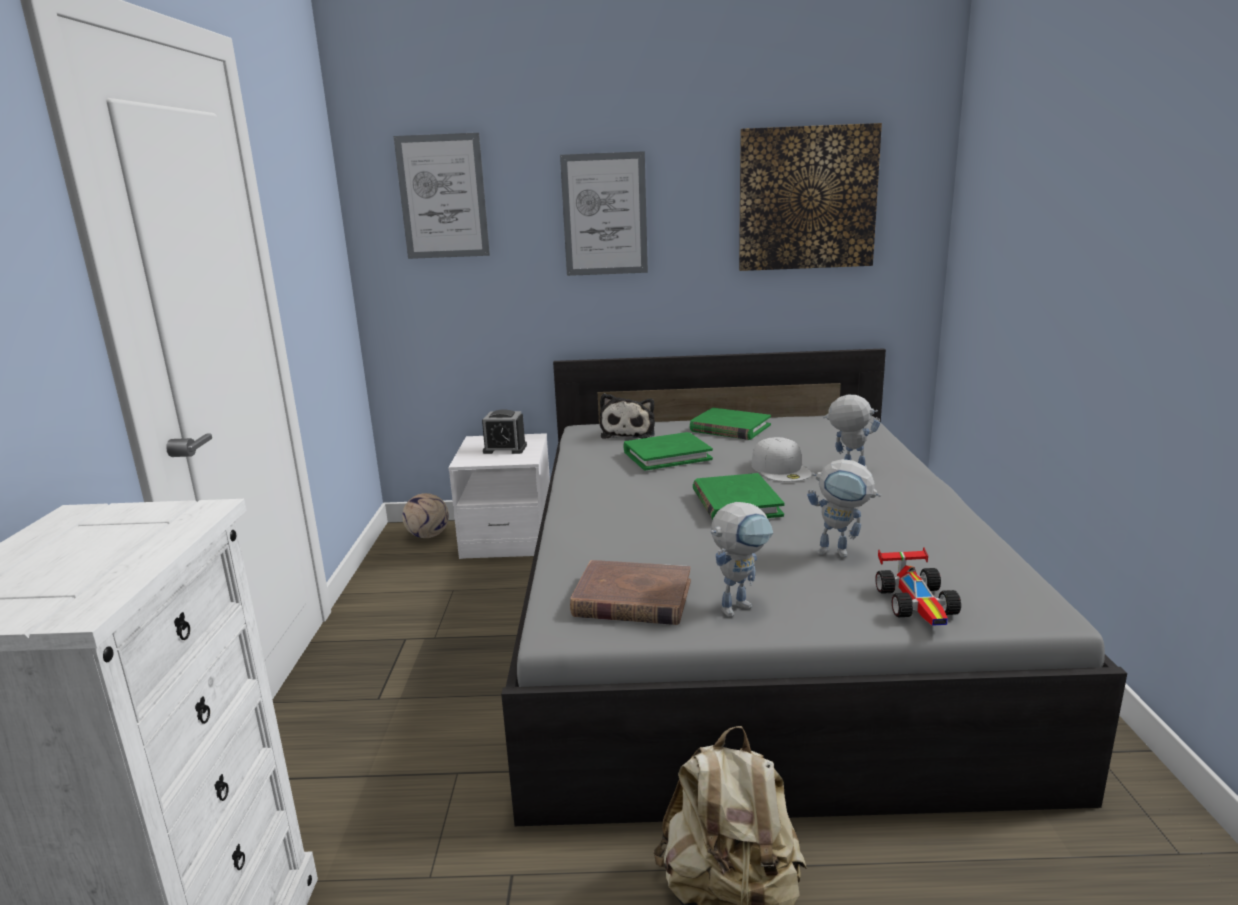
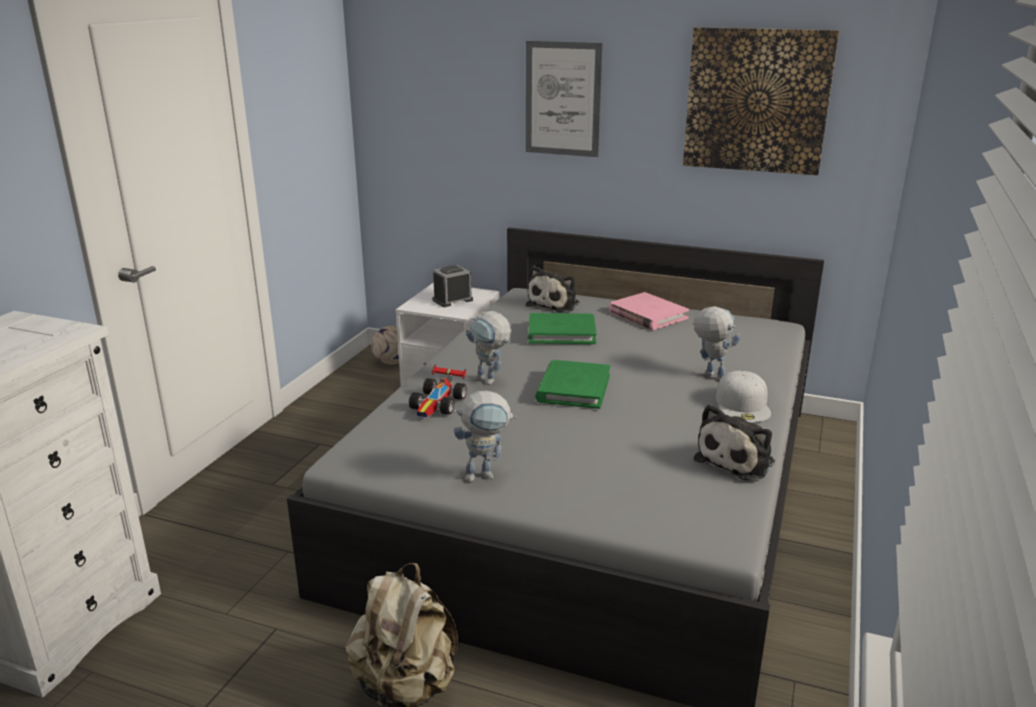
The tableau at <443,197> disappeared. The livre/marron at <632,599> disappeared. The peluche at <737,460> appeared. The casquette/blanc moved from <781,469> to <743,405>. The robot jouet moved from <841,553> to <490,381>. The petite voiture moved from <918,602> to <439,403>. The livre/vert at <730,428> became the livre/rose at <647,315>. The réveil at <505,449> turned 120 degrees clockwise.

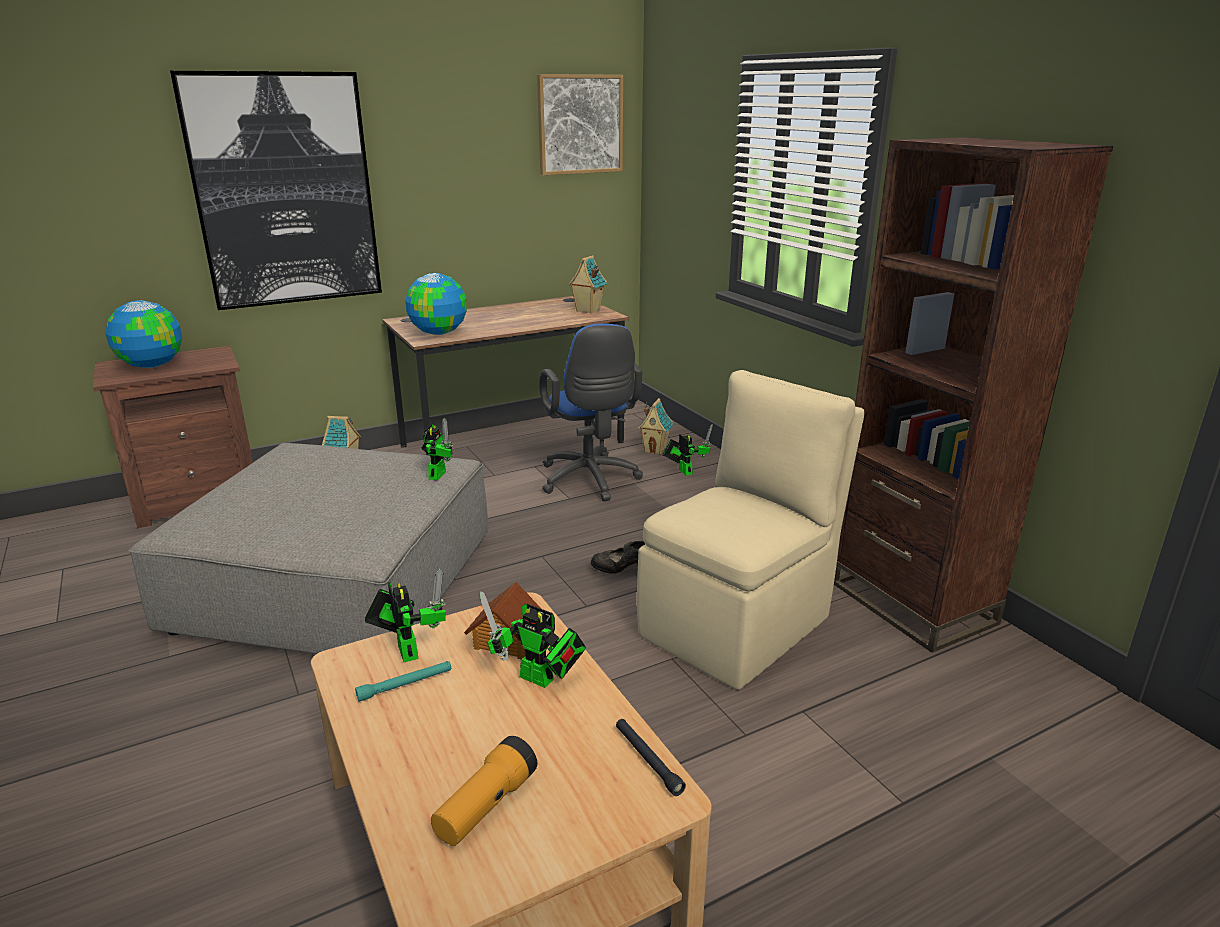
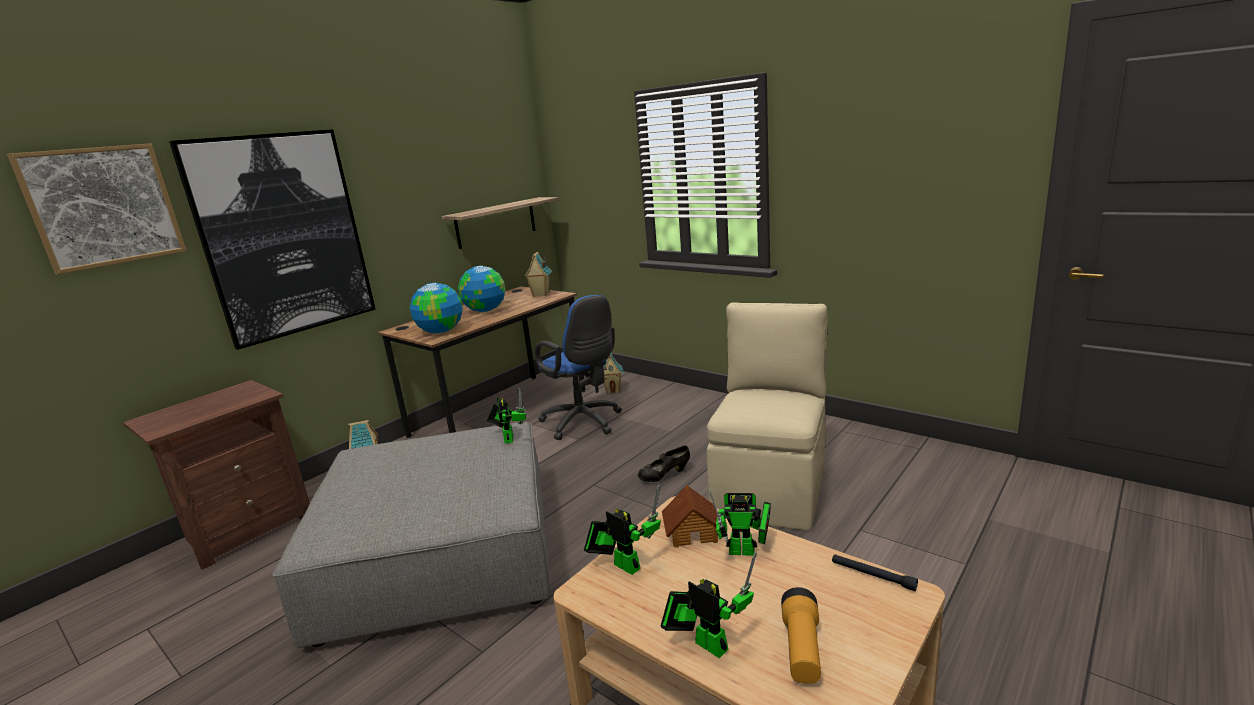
The lampe de poche/turquoise at <405,685> disappeared. The bibliothèque/marron at <911,603> disappeared. The étagère at <496,222> appeared. The globe moved from <151,366> to <485,310>. The tableau moved from <580,124> to <103,206>. The robot jouet moved from <684,470> to <707,643>.

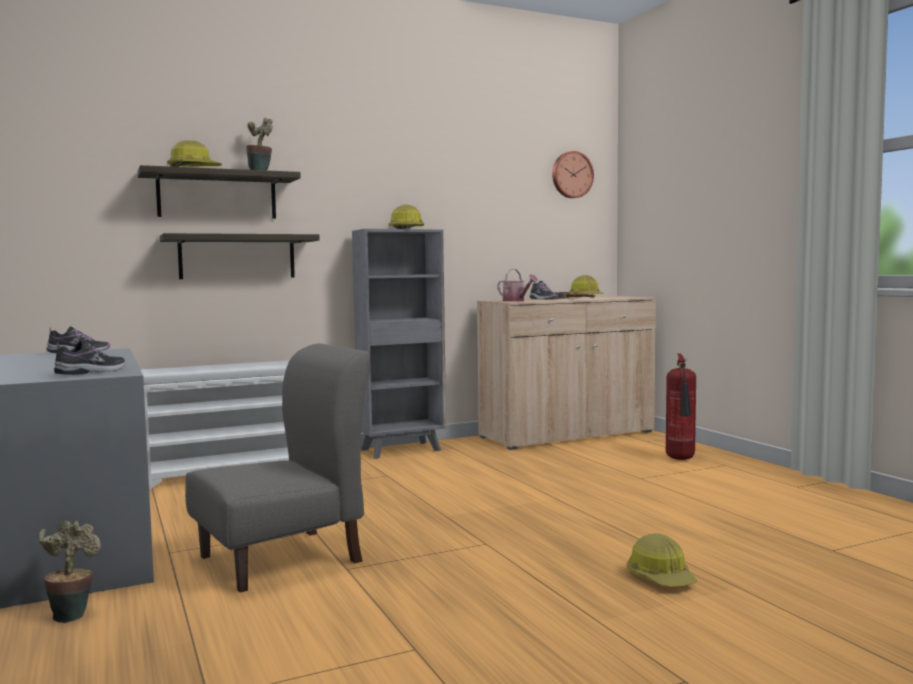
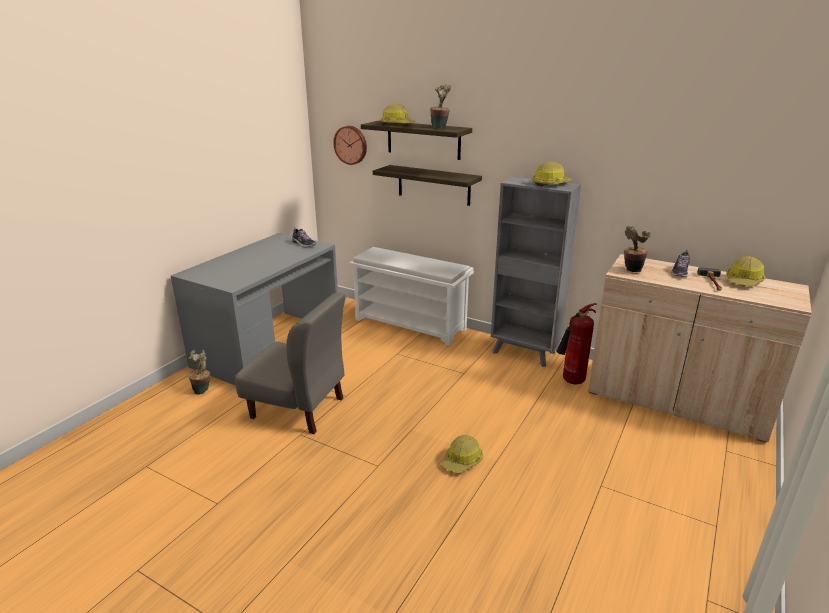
The chaussure at <92,372> disappeared. The horloge murale moved from <571,175> to <351,145>. The casque de chantier moved from <661,577> to <462,461>. The extincteur moved from <681,459> to <571,382>. The arrosoir at <516,301> was replaced by the plante en pot at <631,270>.

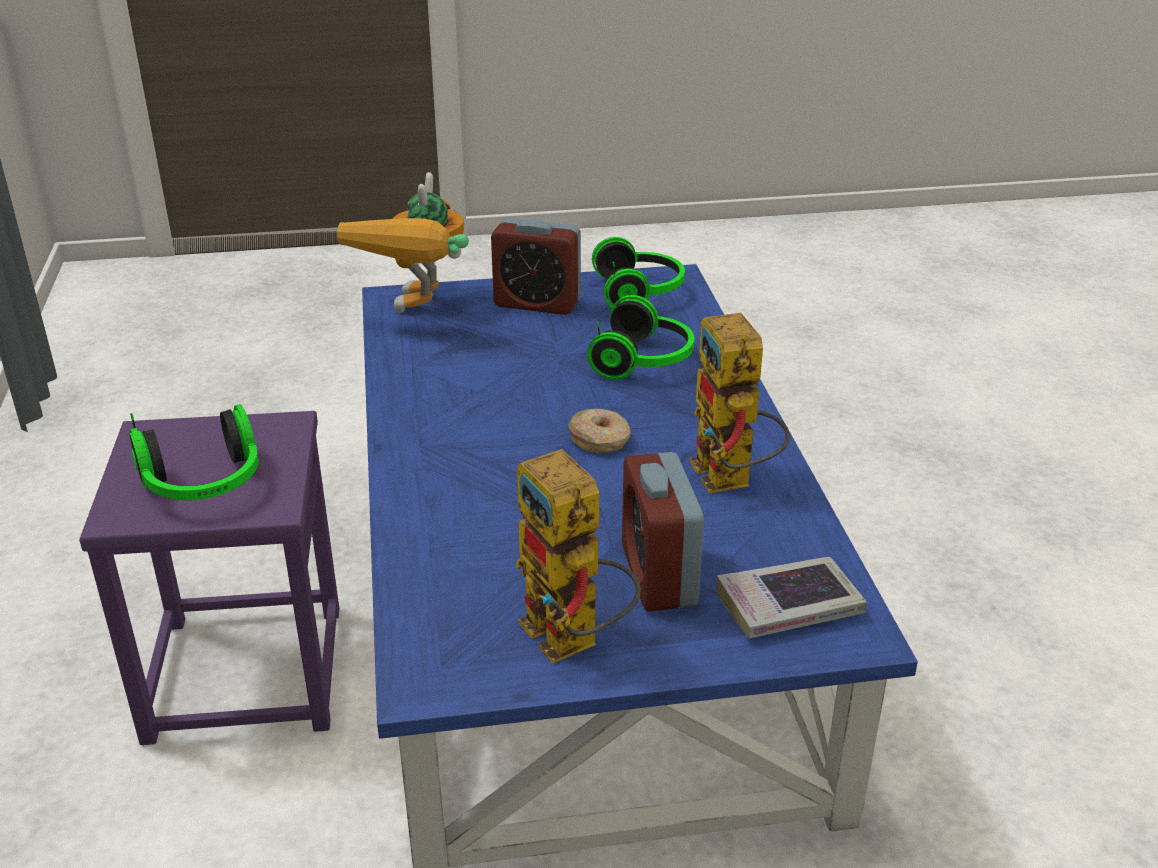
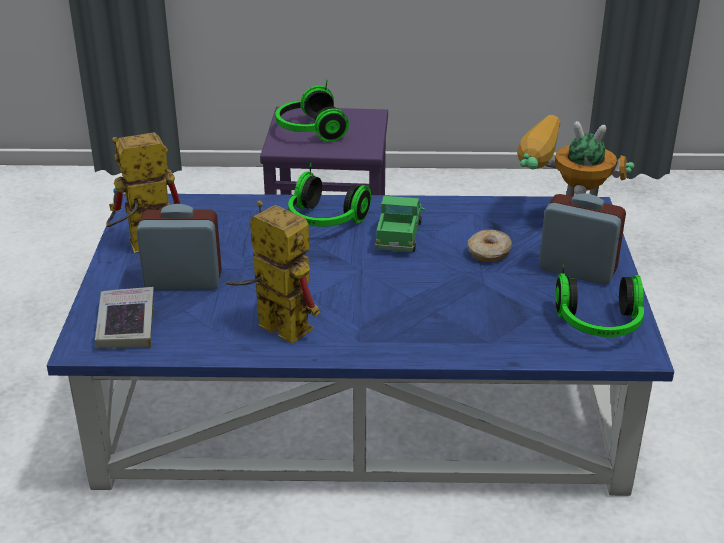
The camion jouet at <399,235> appeared. The beignet moved from <600,440> to <489,253>. The casque audio moved from <645,361> to <324,221>. The réveil at <537,303> turned 90 degrees clockwise. The robot jouet at <731,481> turned 45 degrees clockwise.

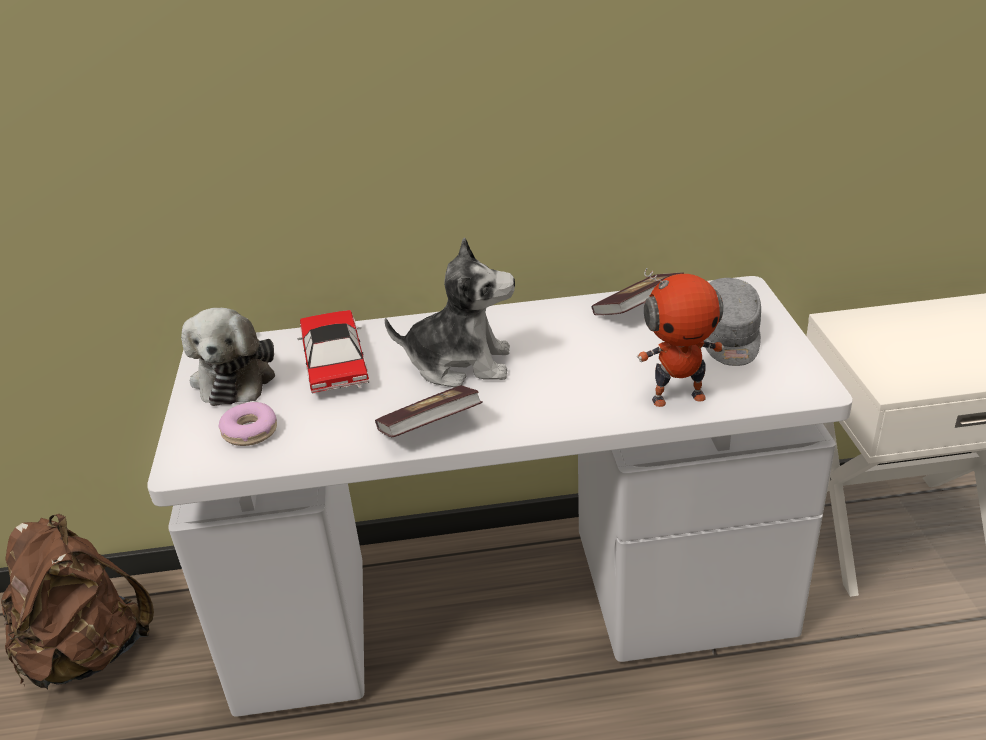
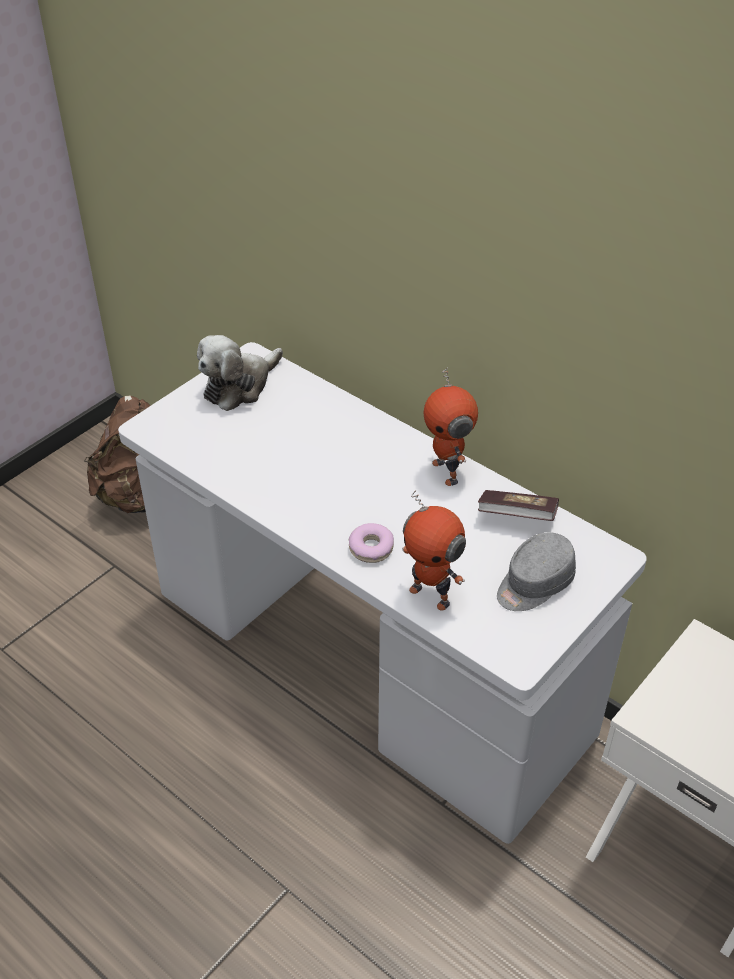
The petite voiture at <335,362> disappeared. The livre at <430,428> disappeared. The peluche at <460,364> disappeared. The robot jouet at <447,471> appeared. The beignet moved from <250,431> to <371,548>.

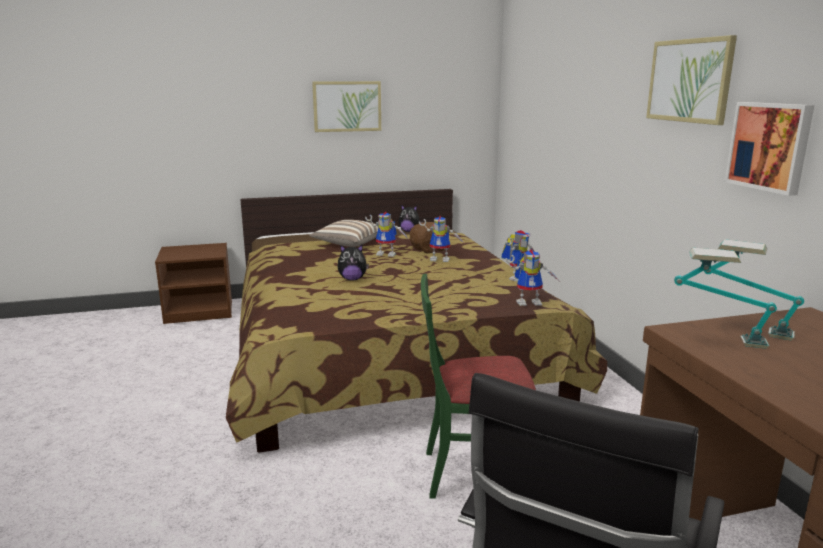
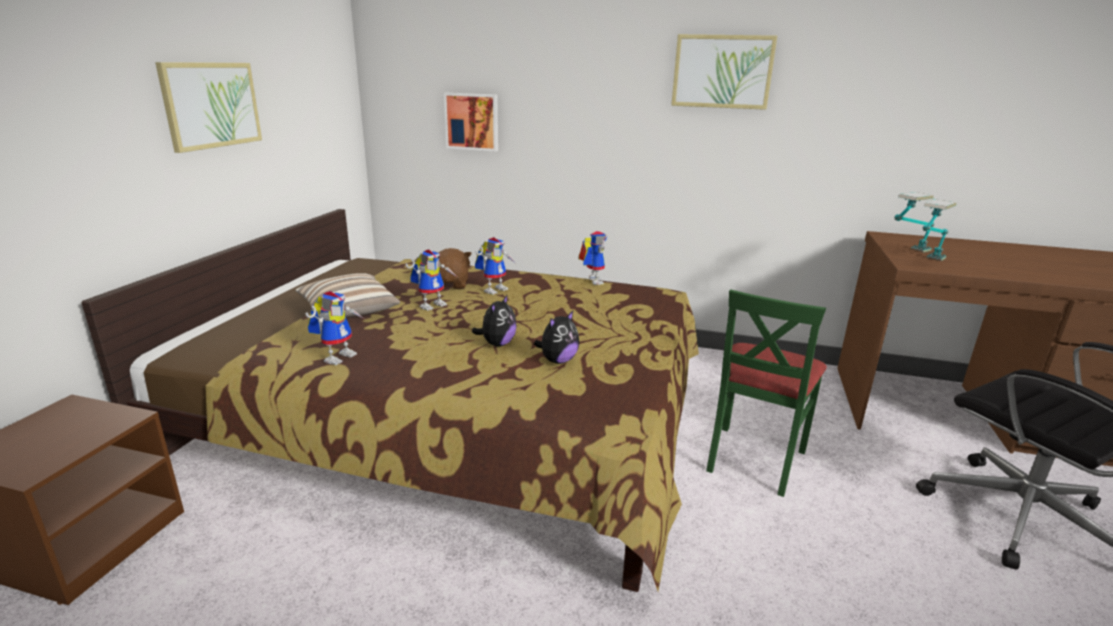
The peluche moved from <409,231> to <558,360>. The robot jouet moved from <530,302> to <339,356>. The tableau moved from <770,146> to <472,121>.

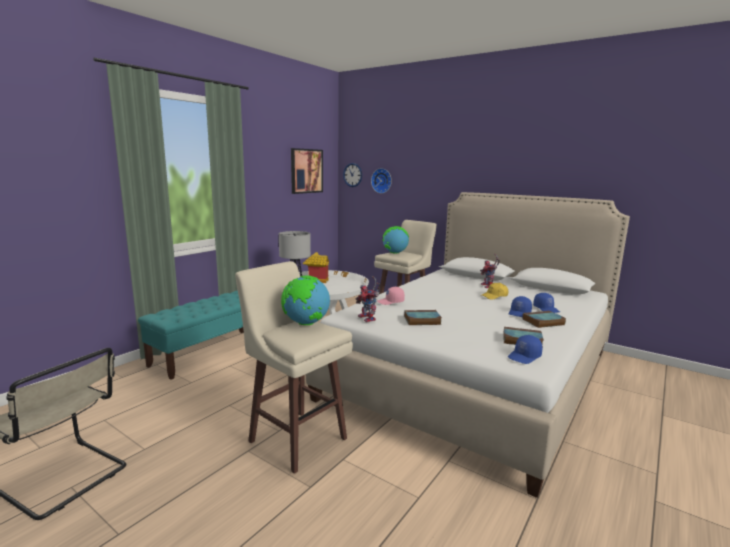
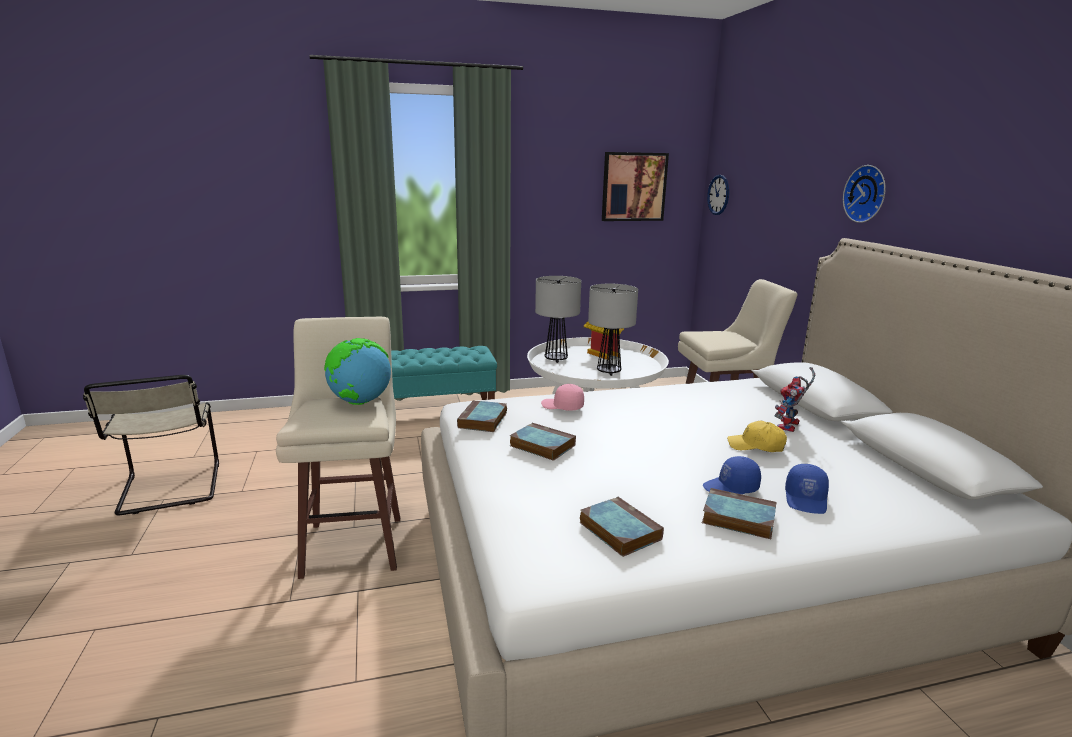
The globe at <394,253> disappeared. The casquette/bleu at <524,357> disappeared. The lampe de table at <609,372> appeared. The horloge murale moved from <382,180> to <867,194>. The robot jouet at <369,318> was replaced by the livre at <483,420>.

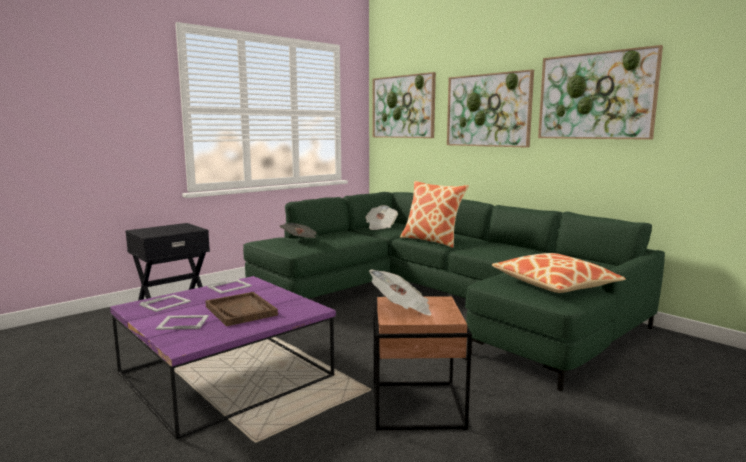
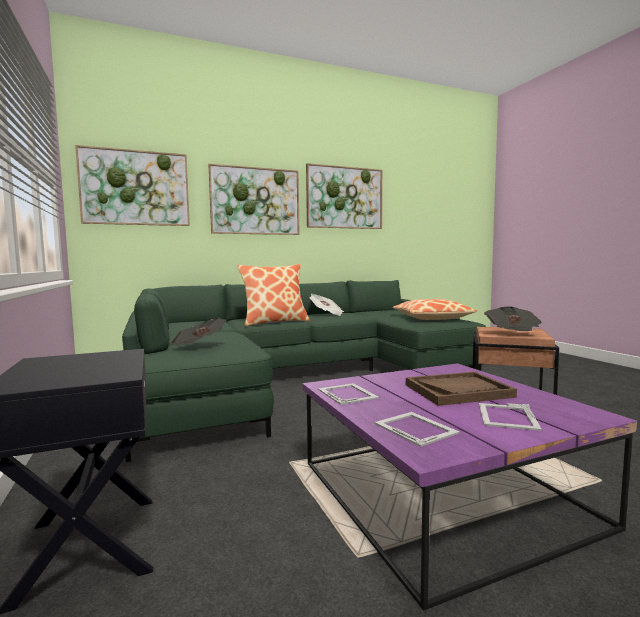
The journal moved from <380,227> to <327,314>.

